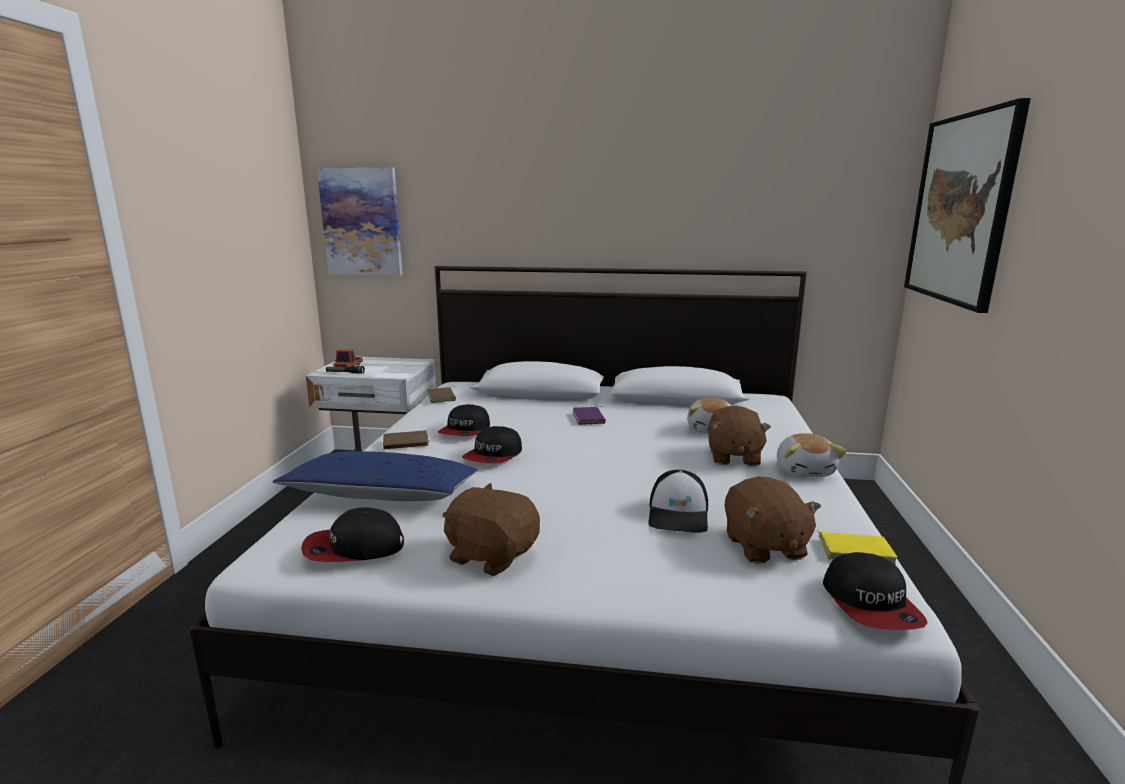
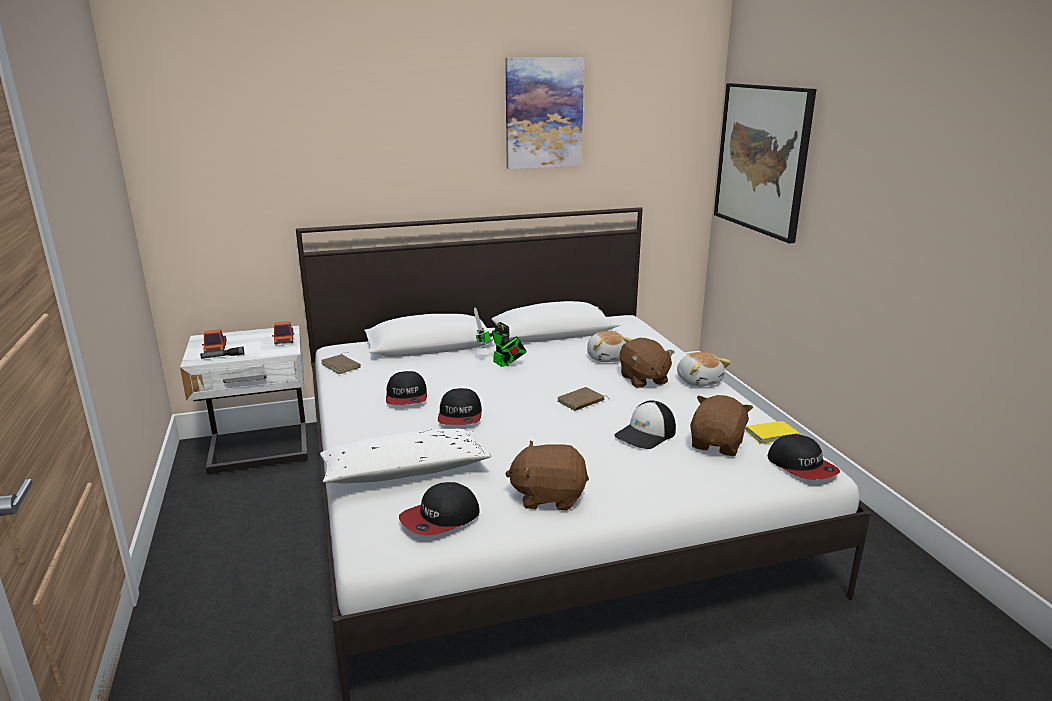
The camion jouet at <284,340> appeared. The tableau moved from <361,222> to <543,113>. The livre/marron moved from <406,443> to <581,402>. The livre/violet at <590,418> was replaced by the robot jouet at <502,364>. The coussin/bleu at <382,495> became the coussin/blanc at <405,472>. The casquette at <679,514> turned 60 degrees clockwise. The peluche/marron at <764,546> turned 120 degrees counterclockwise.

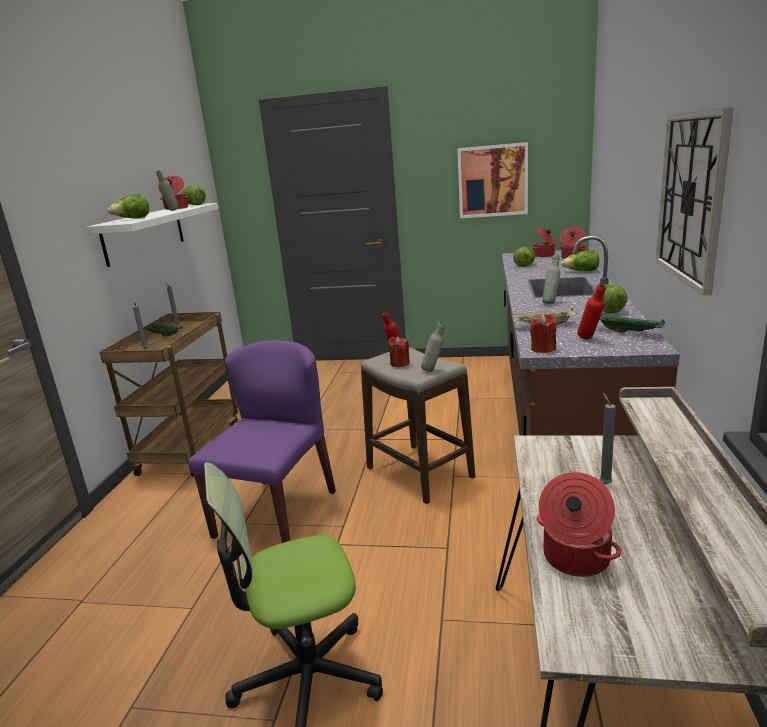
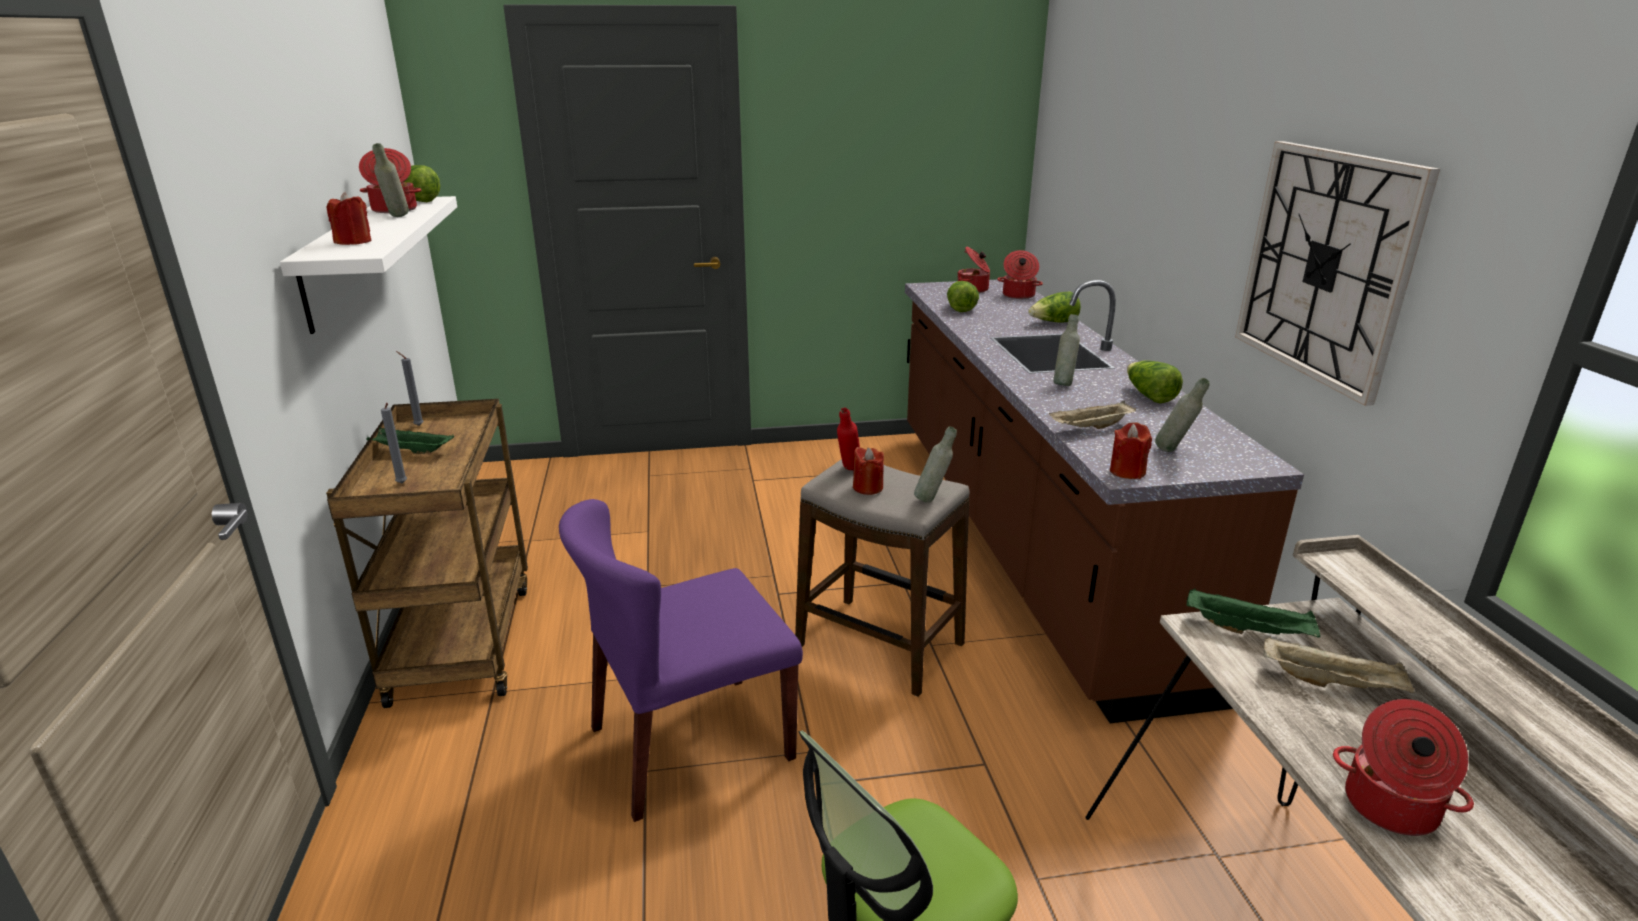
The tableau at <492,181> disappeared. The plateau/vert moved from <629,332> to <1249,630>. The laitue at <132,219> was replaced by the bougie/rouge at <354,242>. The bougie/gris at <604,483> was replaced by the plateau/beige at <1332,683>. The bouteille/rouge at <590,339> became the bouteille/gris at <1174,452>. The chaise/violet at <276,512> turned 120 degrees counterclockwise.

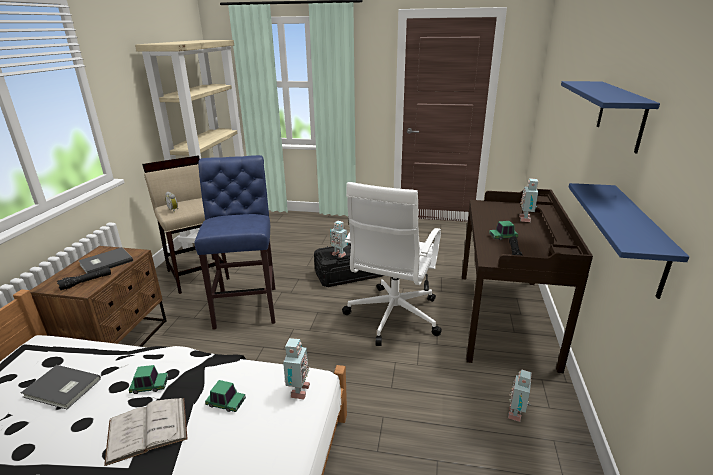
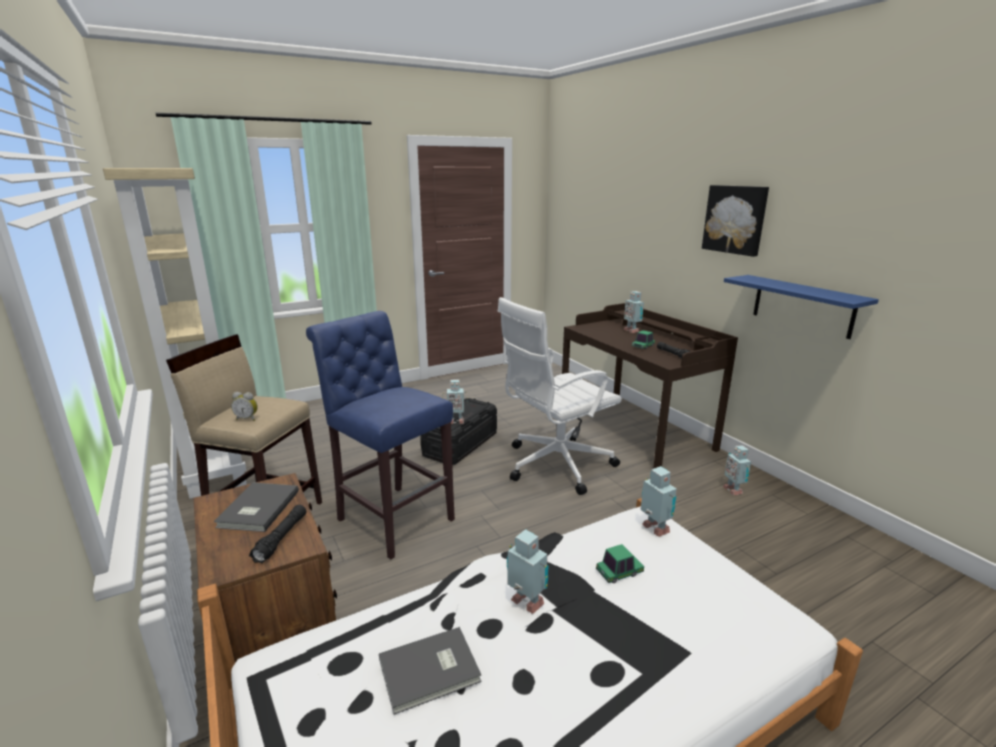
The livre/blanc at <147,429> disappeared. The petite voiture at <149,386> was replaced by the robot jouet at <526,604>. The étagère/bleu at <621,115> was replaced by the tableau at <735,219>. The chaise de bureau/blanc at <392,317> turned 75 degrees clockwise.

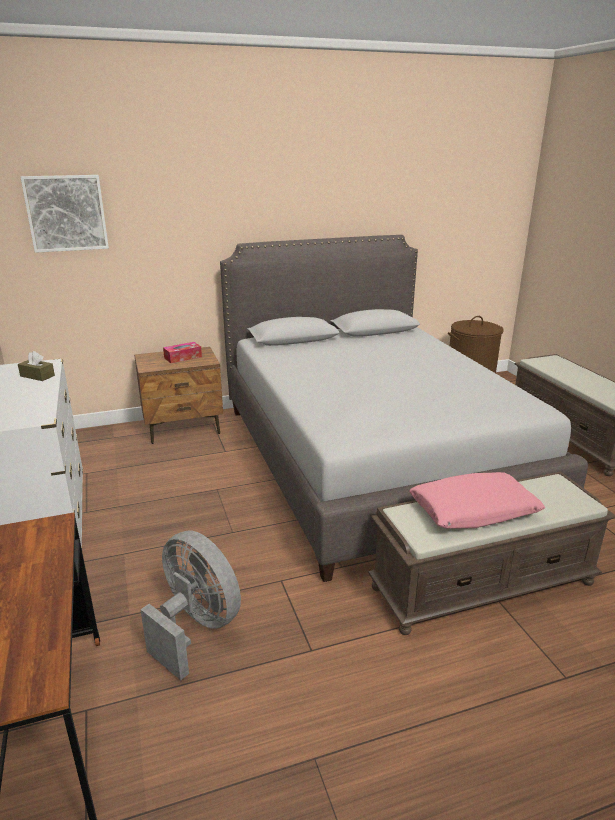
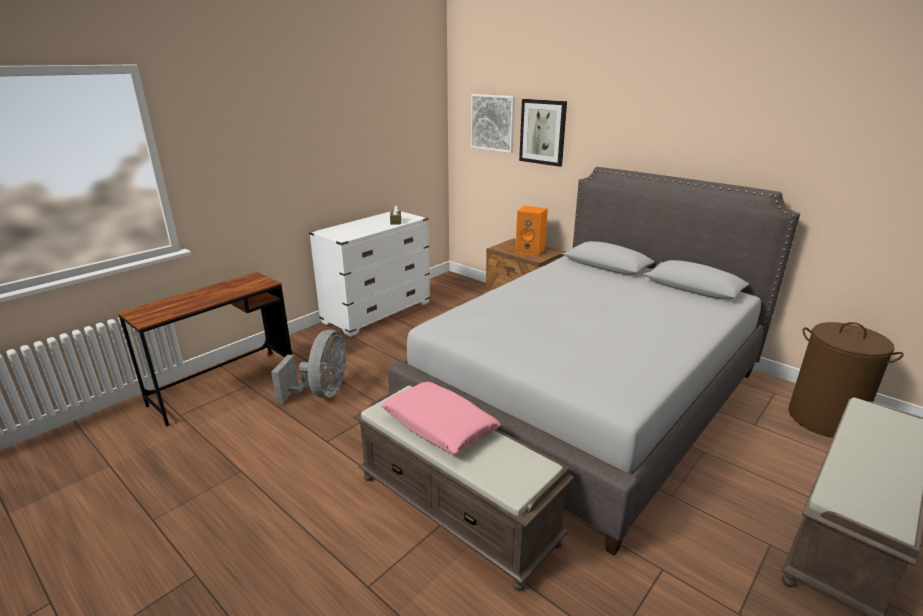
The tableau at <543,132> appeared. The boîte à mouchoirs at <183,357> was replaced by the enceinte/orange at <531,250>.

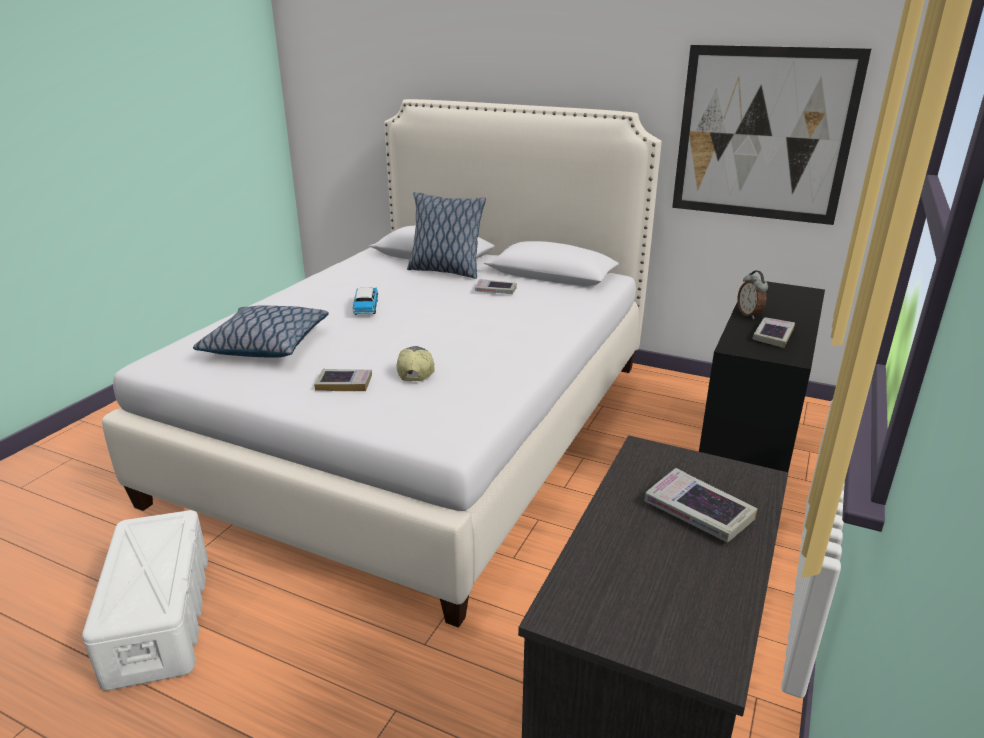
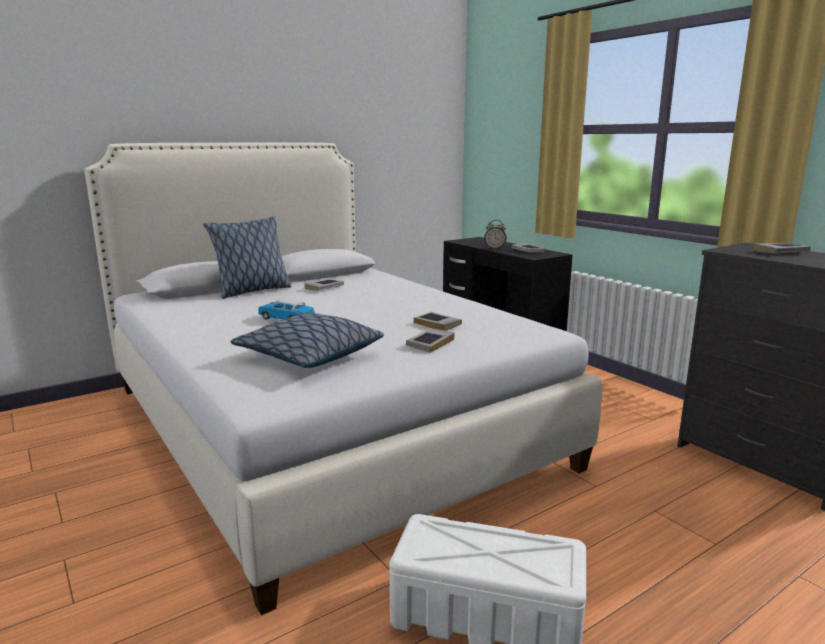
The tableau at <762,135> disappeared. The casquette at <415,372> was replaced by the livre at <437,324>.

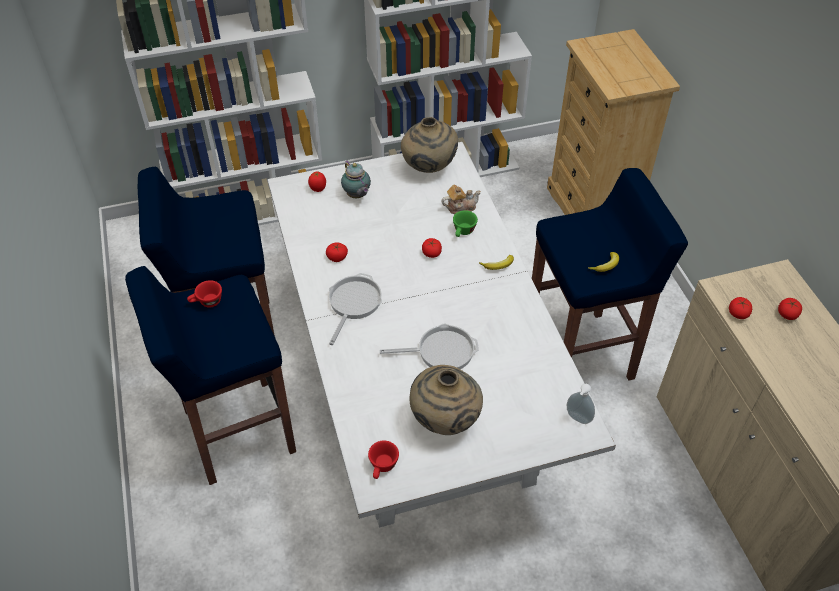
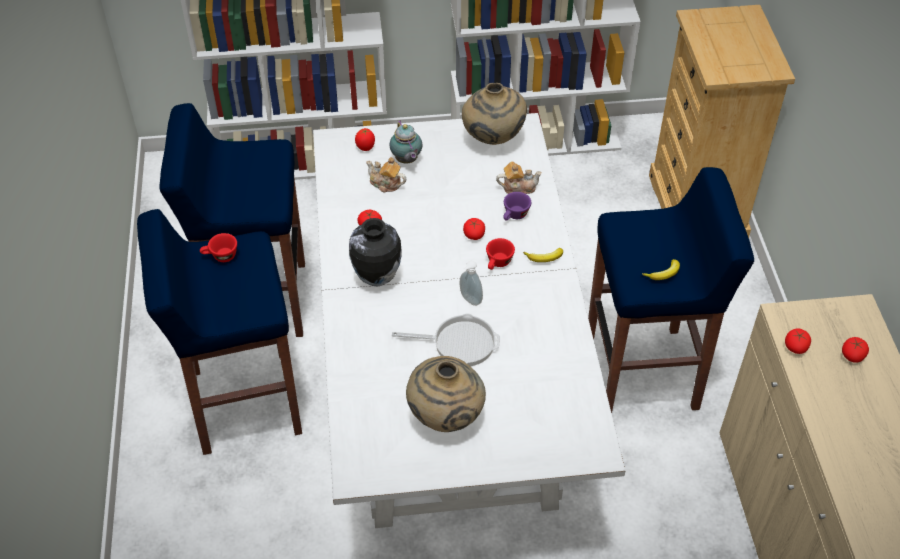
The théière at <385,184> appeared. The tasse/rouge moved from <383,467> to <498,263>. The distributeur de savon moved from <577,419> to <469,300>. The poêle at <353,303> was replaced by the vase at <376,278>. The tasse/vert at <463,232> became the tasse/violet at <514,216>.

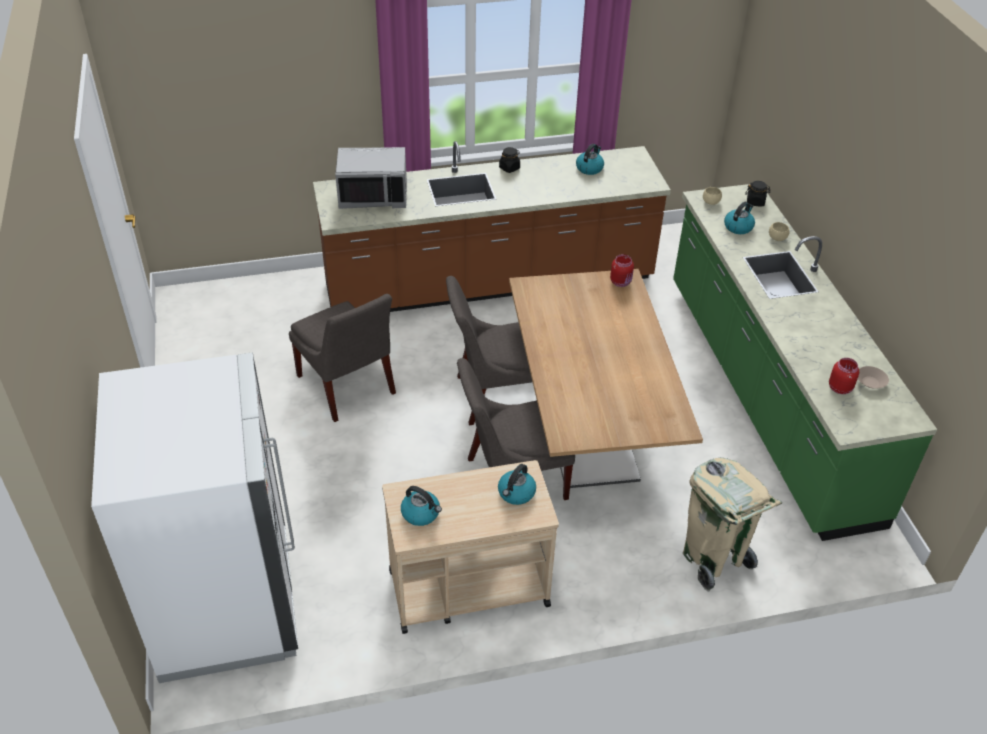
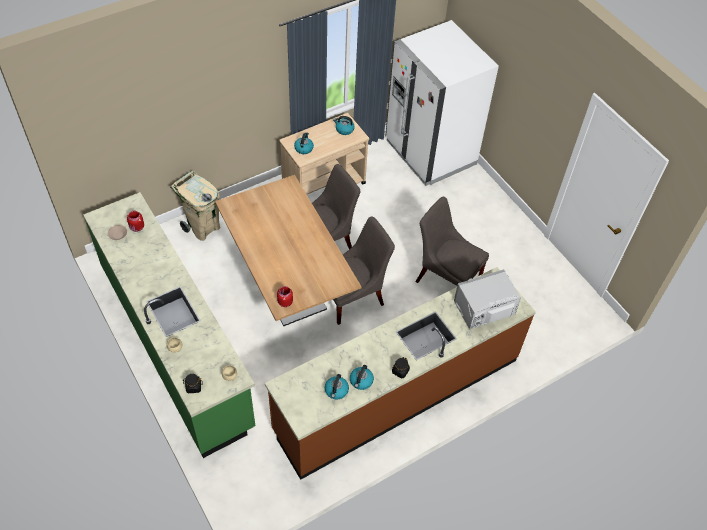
The bouilloire moved from <738,227> to <361,381>.

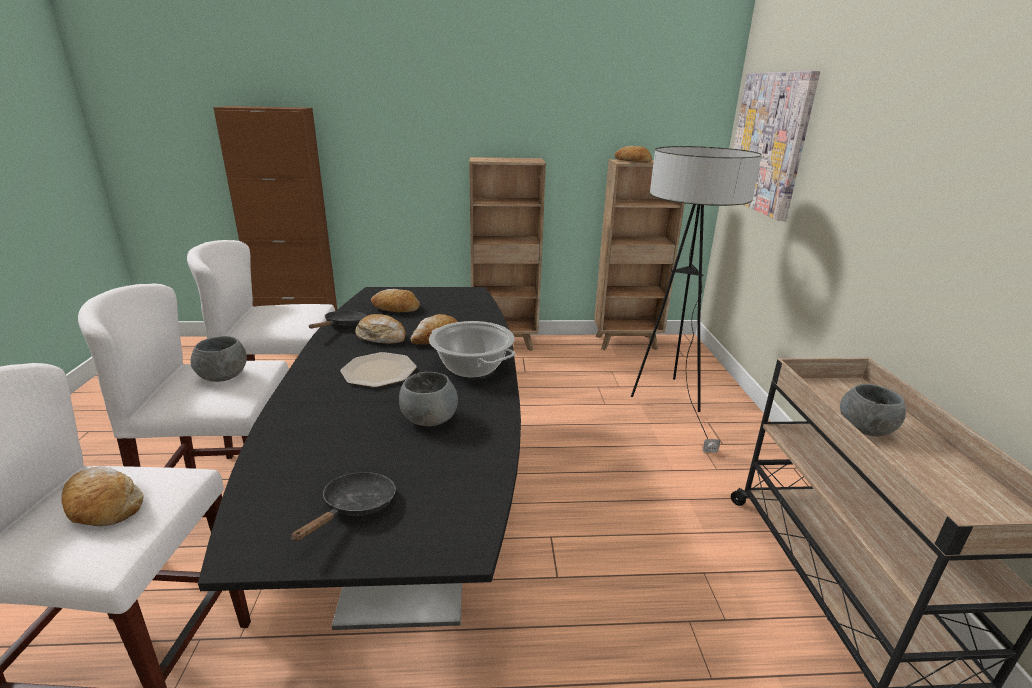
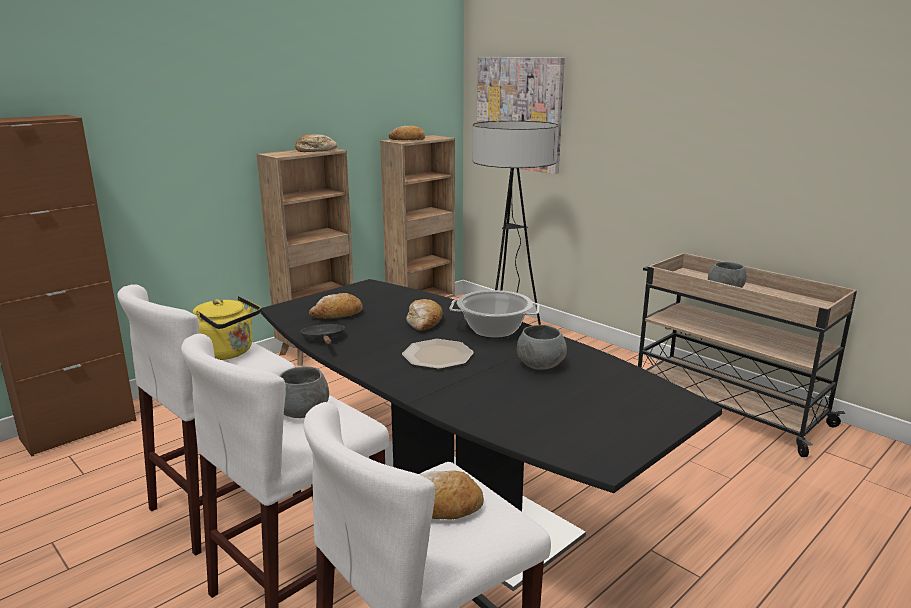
The poêle/noir at <355,507> disappeared. The bouilloire/jaune at <228,353> appeared. The pain moved from <381,337> to <315,150>.

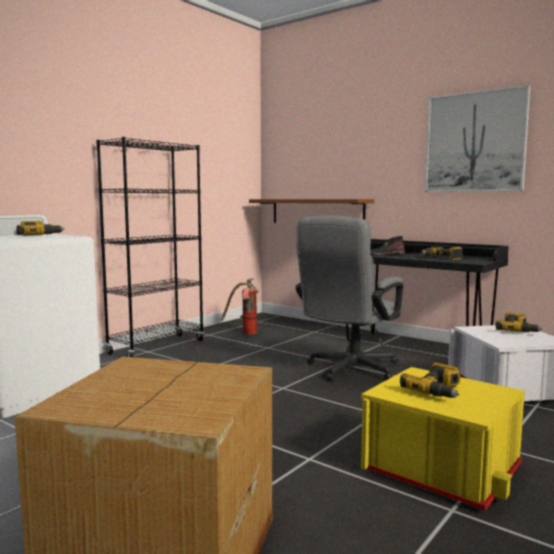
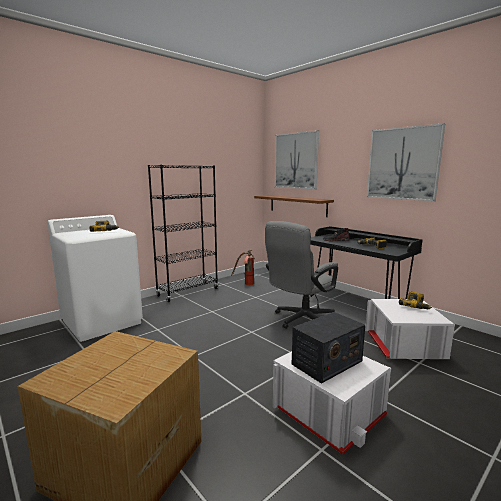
The tableau at <296,161> appeared. The perceuse at <437,391> was replaced by the radio at <326,363>. The boîte de rangement/jaune at <441,468> became the boîte de rangement/blanc at <329,412>.

